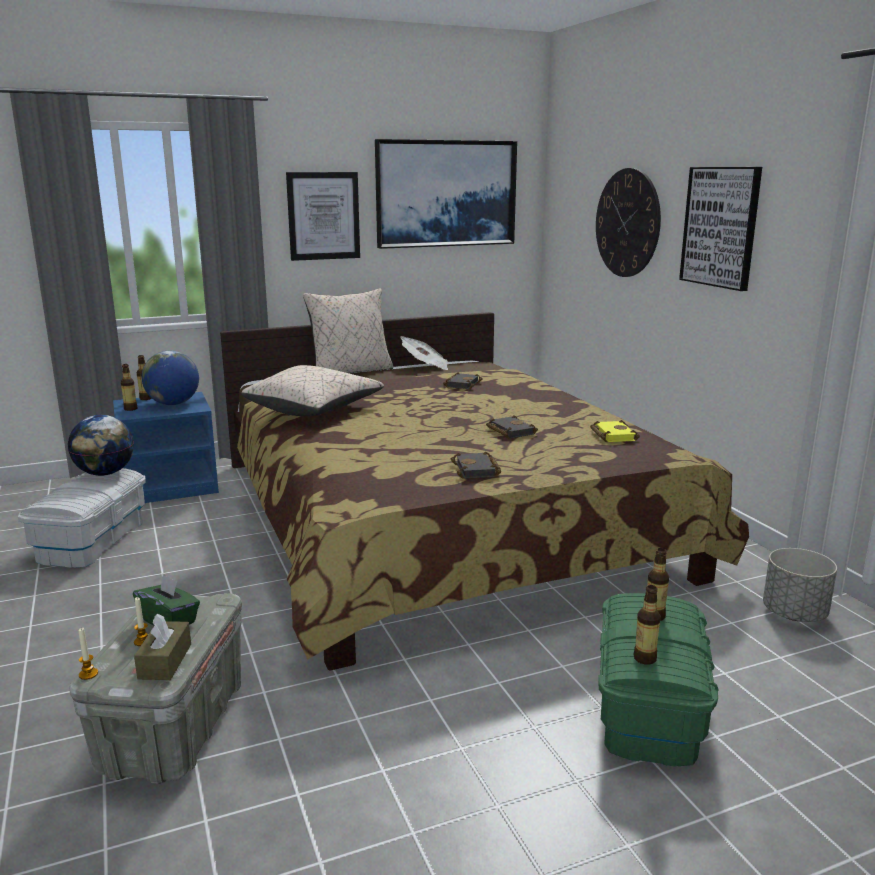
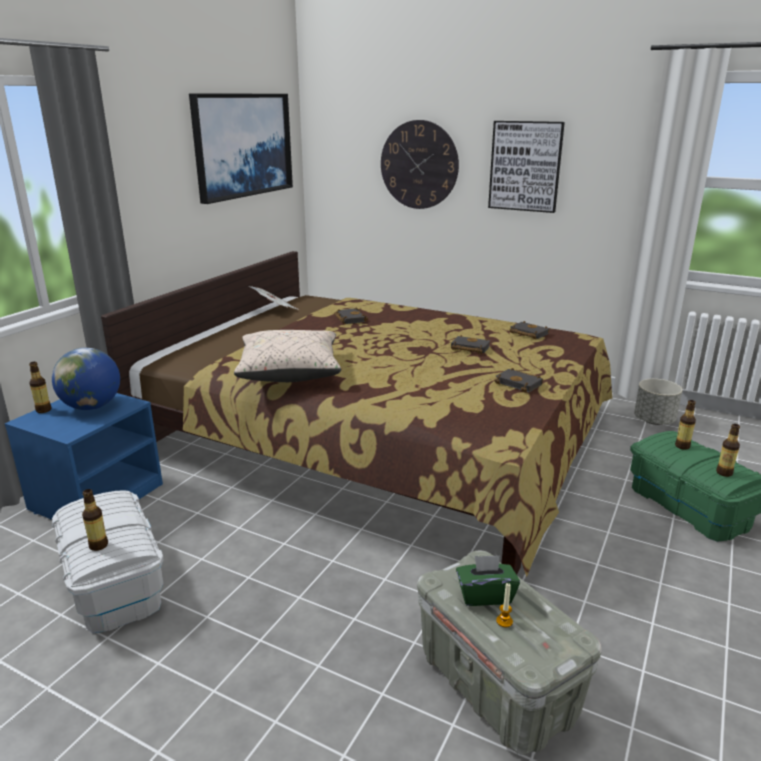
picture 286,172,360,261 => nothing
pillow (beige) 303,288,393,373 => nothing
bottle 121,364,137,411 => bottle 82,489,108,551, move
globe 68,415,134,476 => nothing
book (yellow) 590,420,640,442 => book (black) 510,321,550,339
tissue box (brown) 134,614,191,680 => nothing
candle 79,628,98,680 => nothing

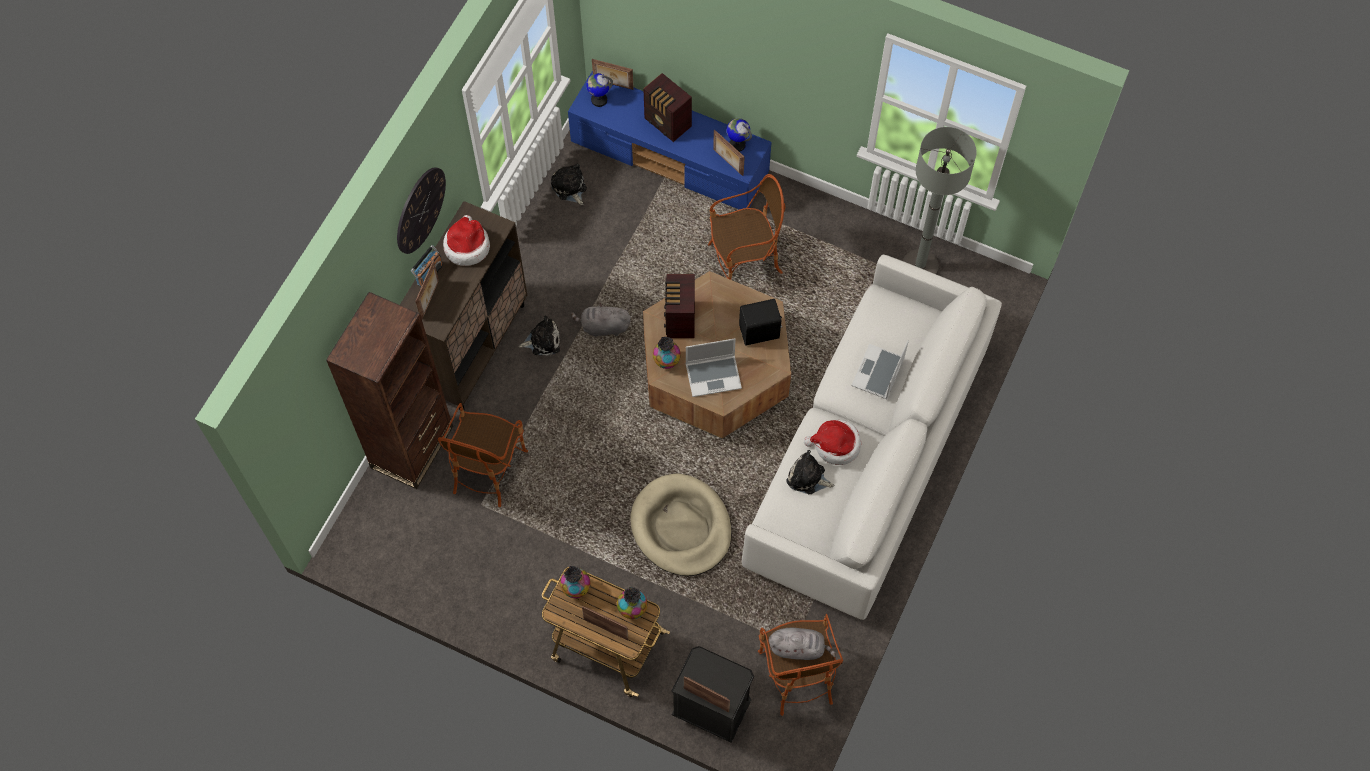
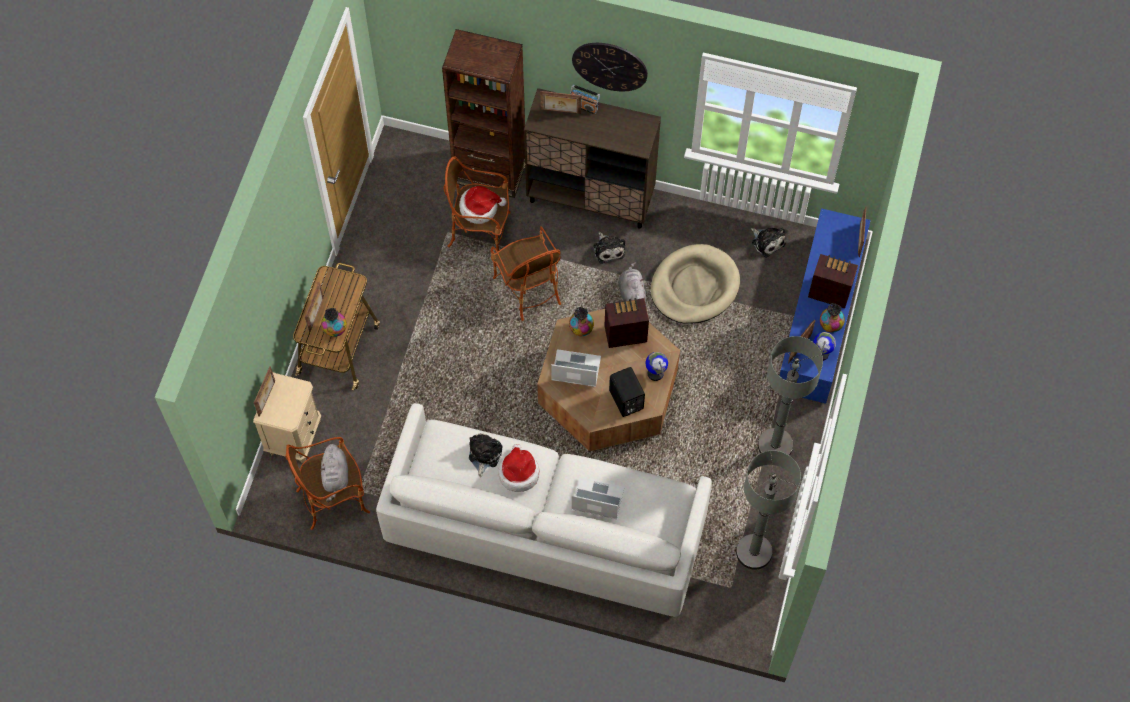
globe 586,73,613,107 => globe 646,352,668,381, move
radio 643,73,692,142 => radio 808,254,858,309, 75 degrees clockwise
plush toy 551,164,587,205 => plush toy 751,227,786,258, 90 degrees clockwise
armchair 708,174,785,280 => armchair 490,226,561,321, move
hat 443,215,490,266 => hat 459,186,507,224, move
laptop 686,338,742,397 => laptop 551,349,601,387, 120 degrees clockwise
dog bed (beige) 630,474,732,576 => dog bed (beige) 651,244,740,324, move
vase 560,566,591,598 => vase 820,303,845,333, move
nightstand (black) 671,646,754,743 => nightstand (beige) 253,373,321,463
nothing => floor lamp (grey) 758,336,823,456

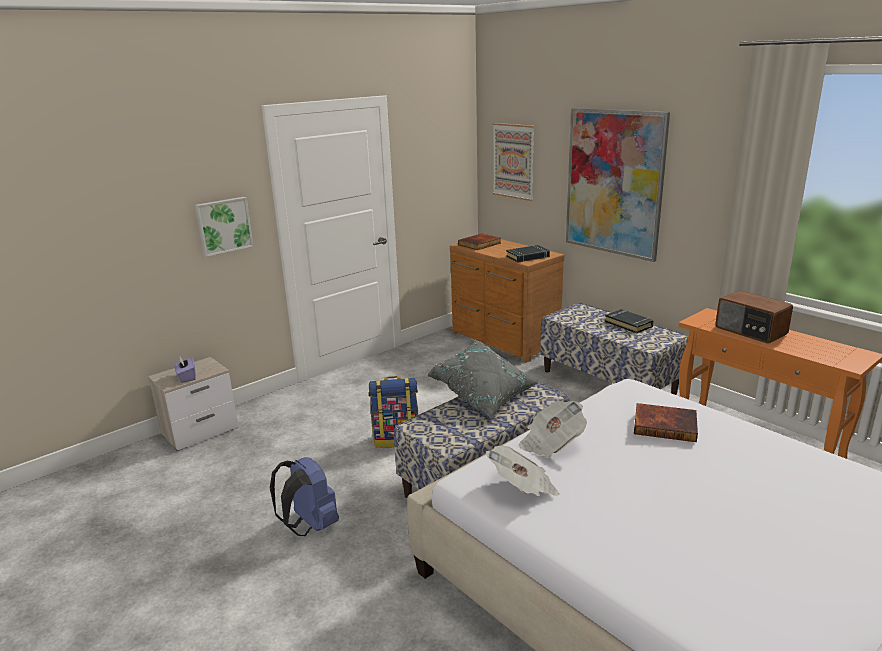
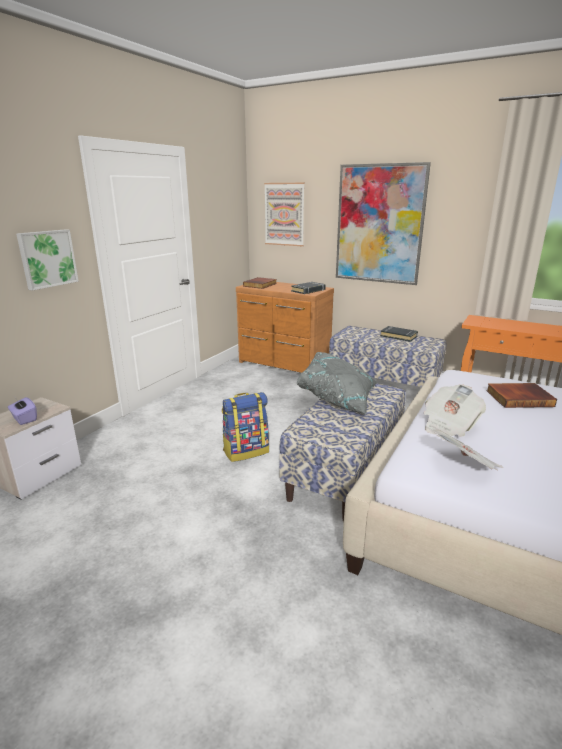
radio 715,290,793,343 => nothing
backpack (blue) 270,457,339,536 => nothing

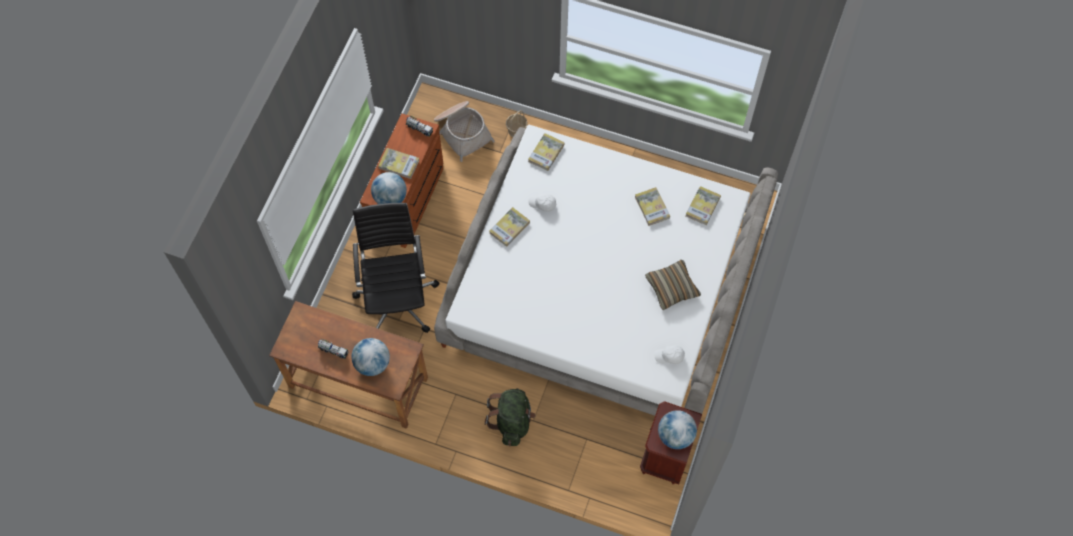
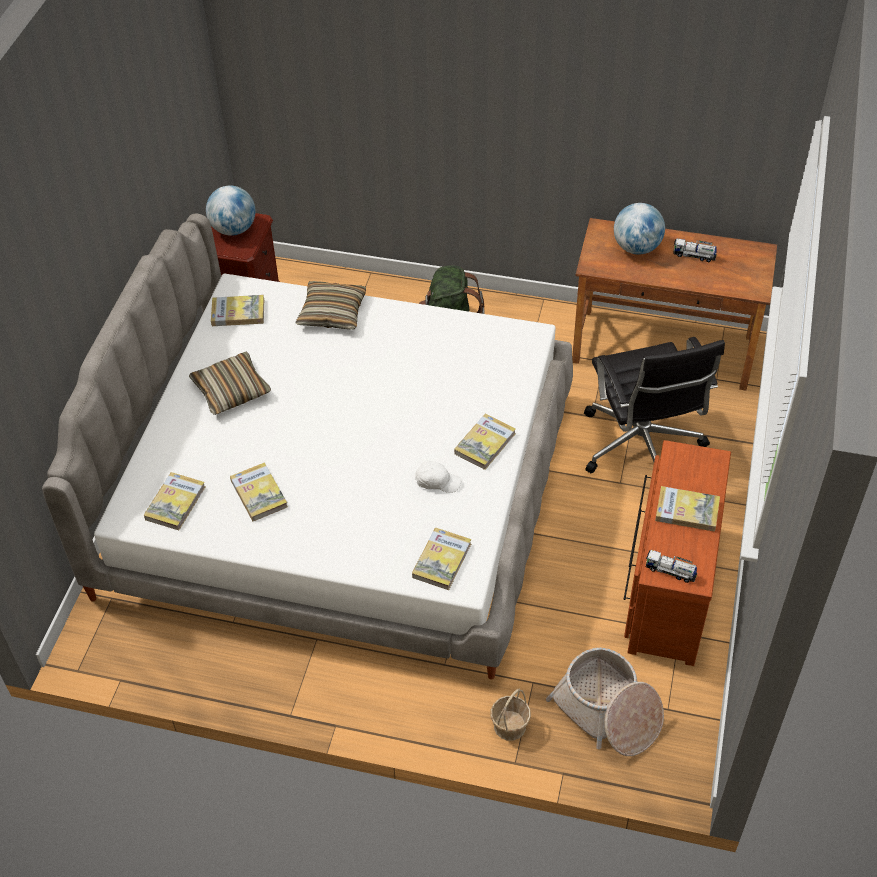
globe 371,172,407,204 => nothing
cap (white) 654,345,685,364 => book 211,295,264,326
nothing => pillow 296,281,366,330

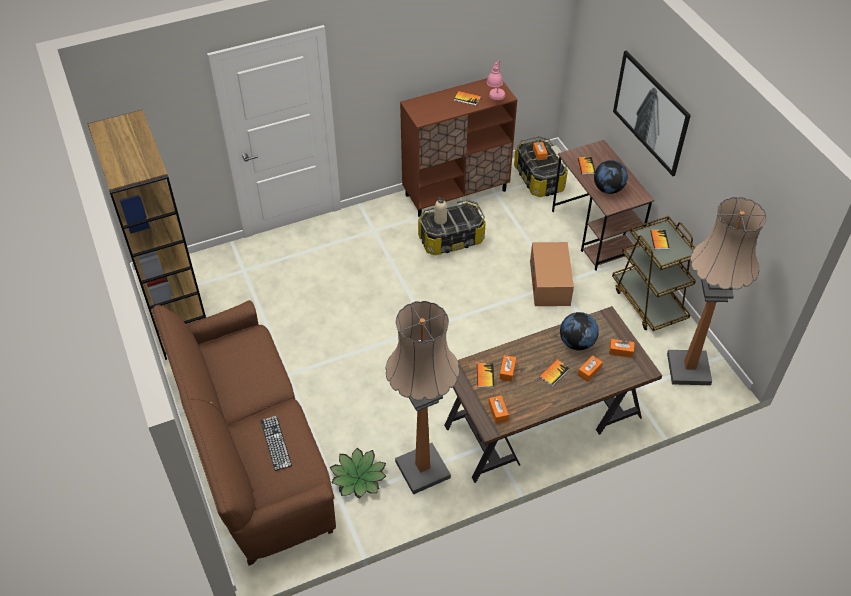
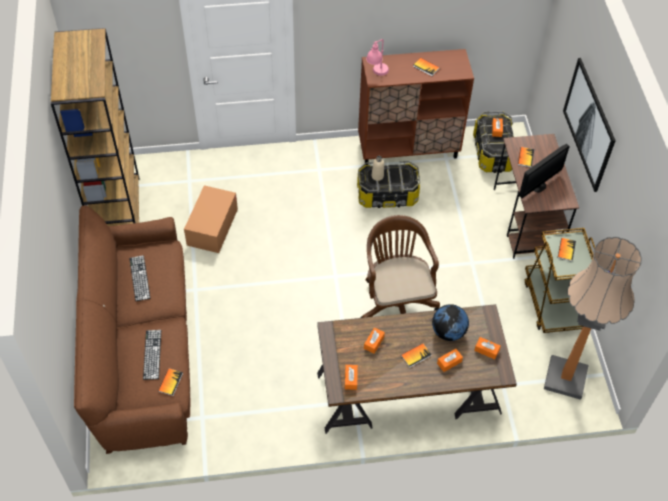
table lamp (pink) 487,60,506,100 => table lamp (pink) 366,39,389,76, move
globe 594,160,628,194 => monitor 519,144,569,198
cardboard box 530,242,574,306 => cardboard box 184,185,238,253, move
floor lamp 385,301,460,495 => nothing
book 477,363,494,388 => book 158,368,183,396, move
potted plant 330,448,386,499 => nothing
nothing => office chair (brown) 360,215,440,318
nothing => keyboard 129,255,150,301

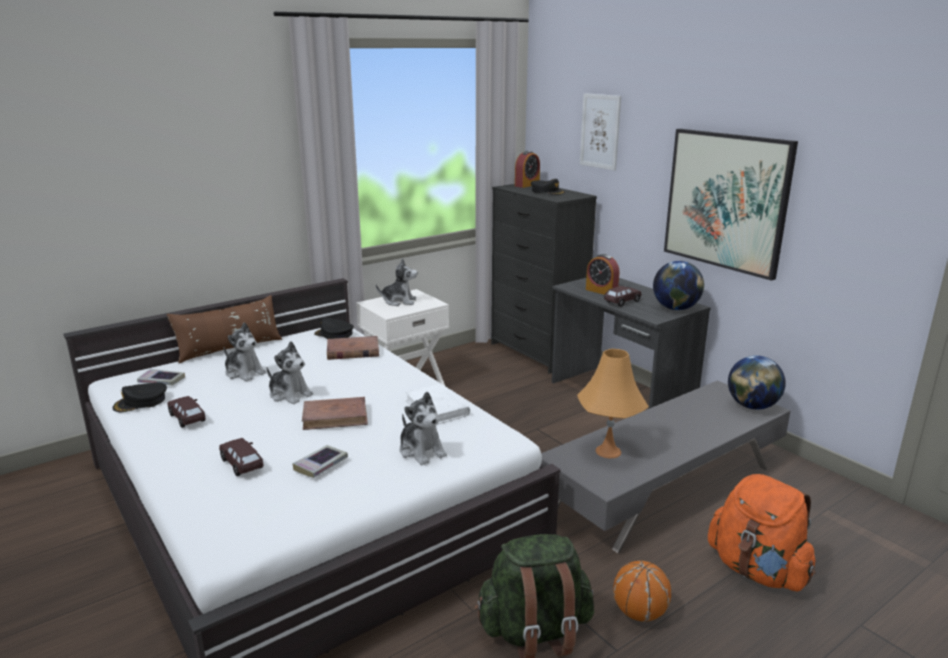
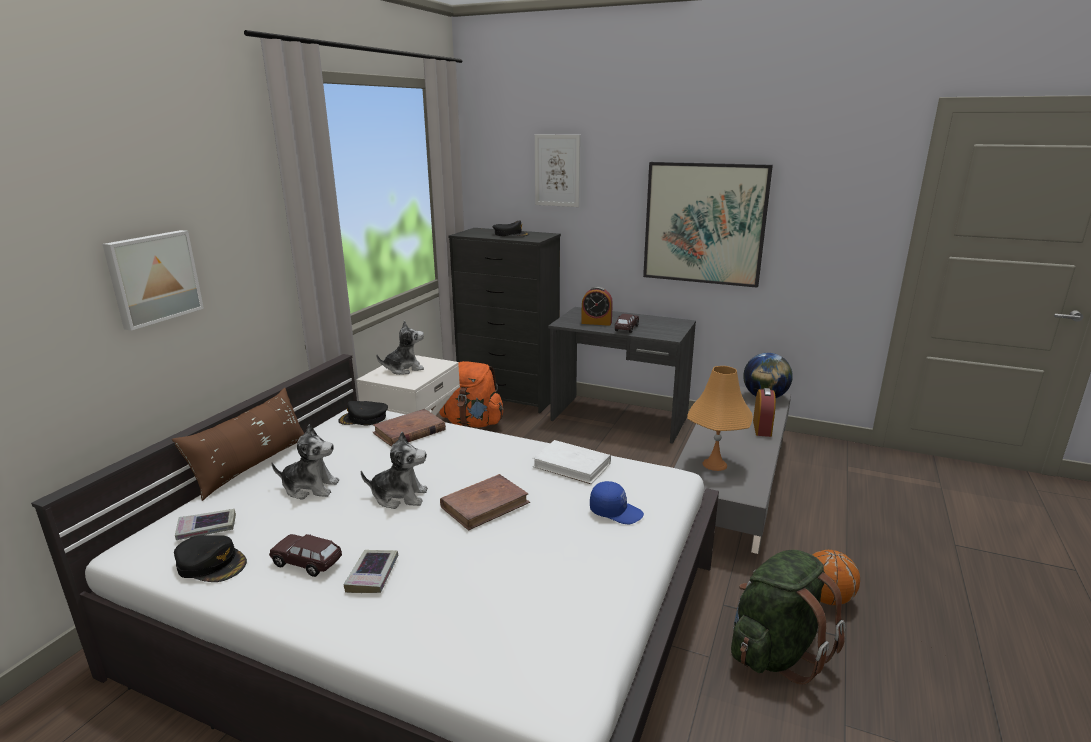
alarm clock 515,151,540,188 => alarm clock 753,388,776,437, move
globe 653,261,704,310 => nothing
cap (black) 113,382,167,412 => cap (black) 174,535,247,582, 90 degrees counterclockwise
plush toy 400,392,447,465 => cap (blue) 590,481,644,524
toy car (brown) 219,438,263,476 => nothing
book 292,445,348,478 => book 343,550,399,593, move
backpack (orange) 708,474,816,591 => backpack (orange) 439,361,504,427, move
nothing => picture 102,230,204,331

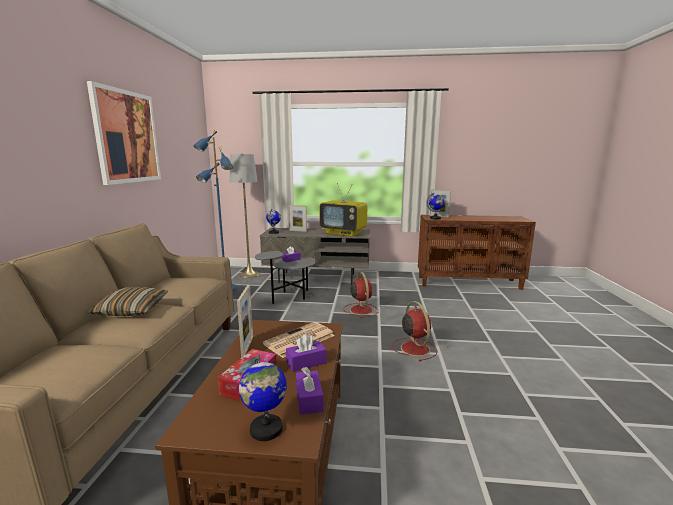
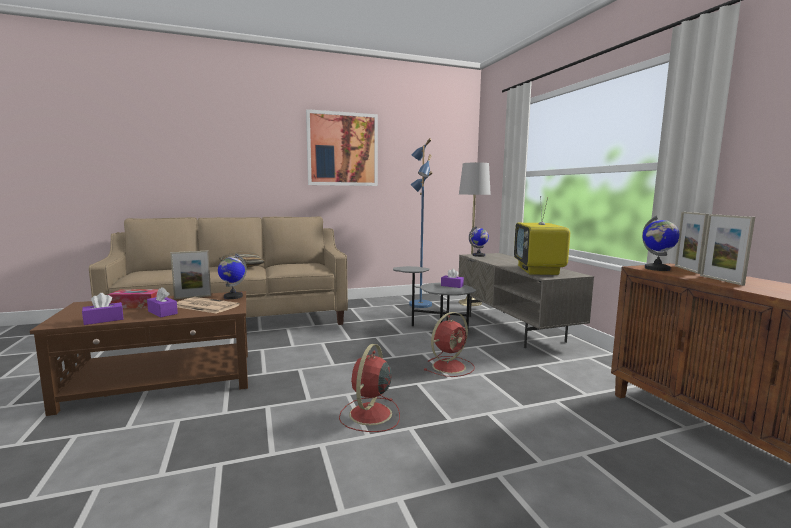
picture frame 288,205,307,232 => picture frame 700,214,755,285, move
fan (red) 392,301,438,361 => fan (red) 339,344,400,432, 150 degrees clockwise
globe 239,355,287,441 => globe 218,254,247,299, move

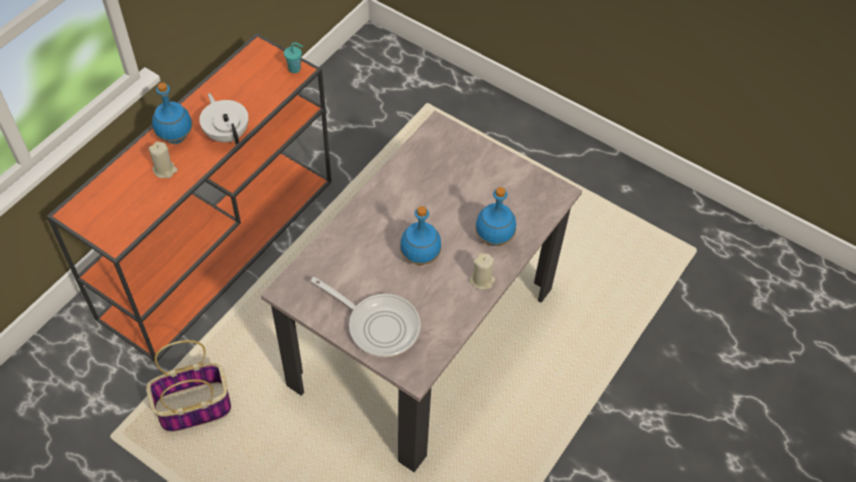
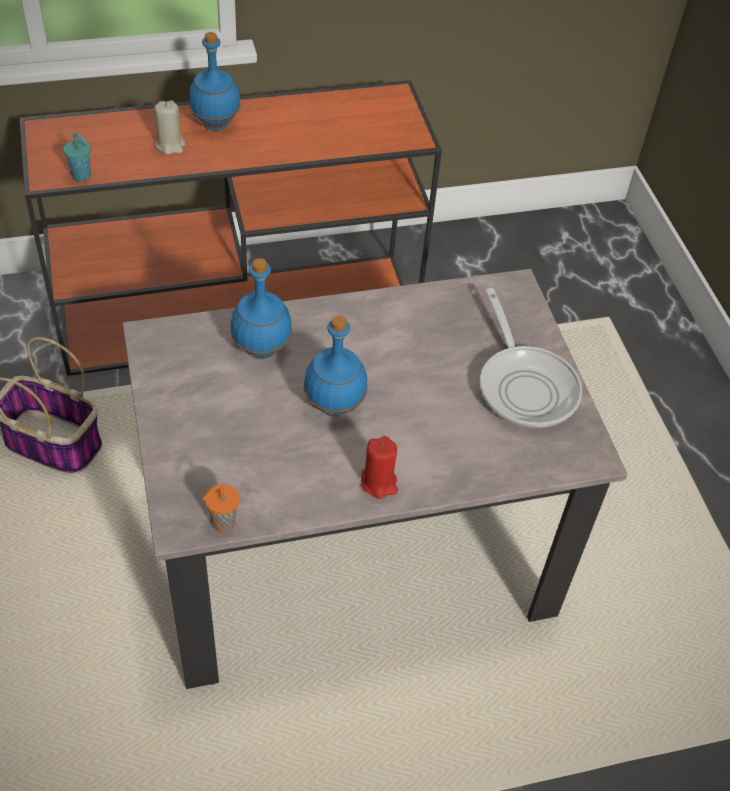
cup (turquoise) 284,42,303,73 => cup (turquoise) 63,133,91,181, move
teapot (white) 199,93,249,144 => nothing
bottle (blue) 475,187,516,246 => bottle (blue) 230,258,292,359, move
candle (beige) 469,253,495,290 => candle (red) 361,436,398,499
frying pan 311,277,421,357 => frying pan 480,288,582,428, move
nothing => cup (orange) 202,484,239,532

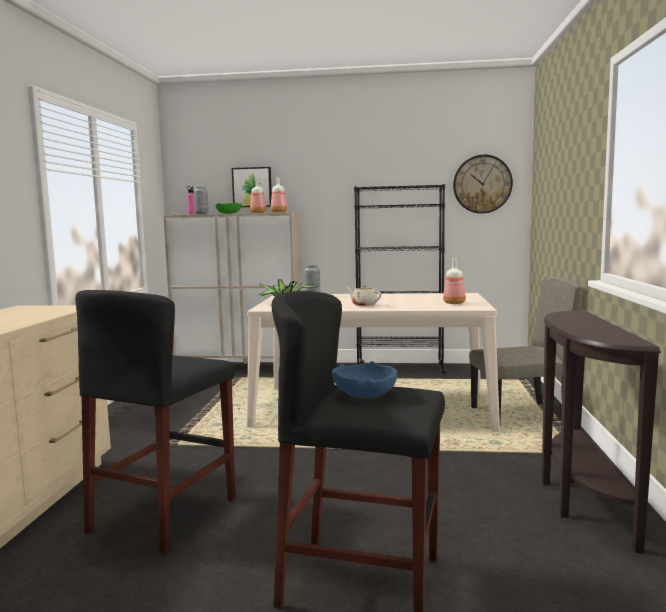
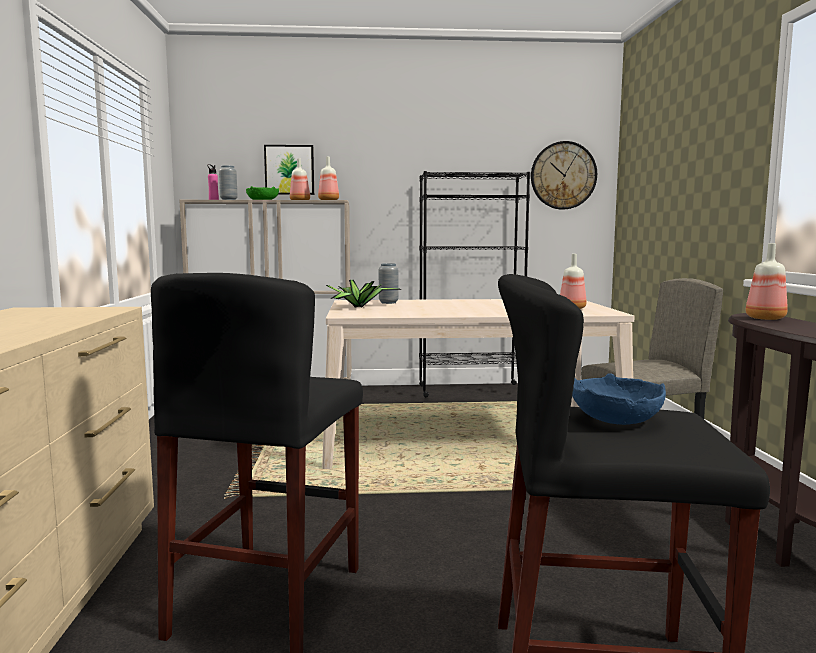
teapot (beige) 347,284,382,306 => nothing
nothing => bottle 746,243,788,320

